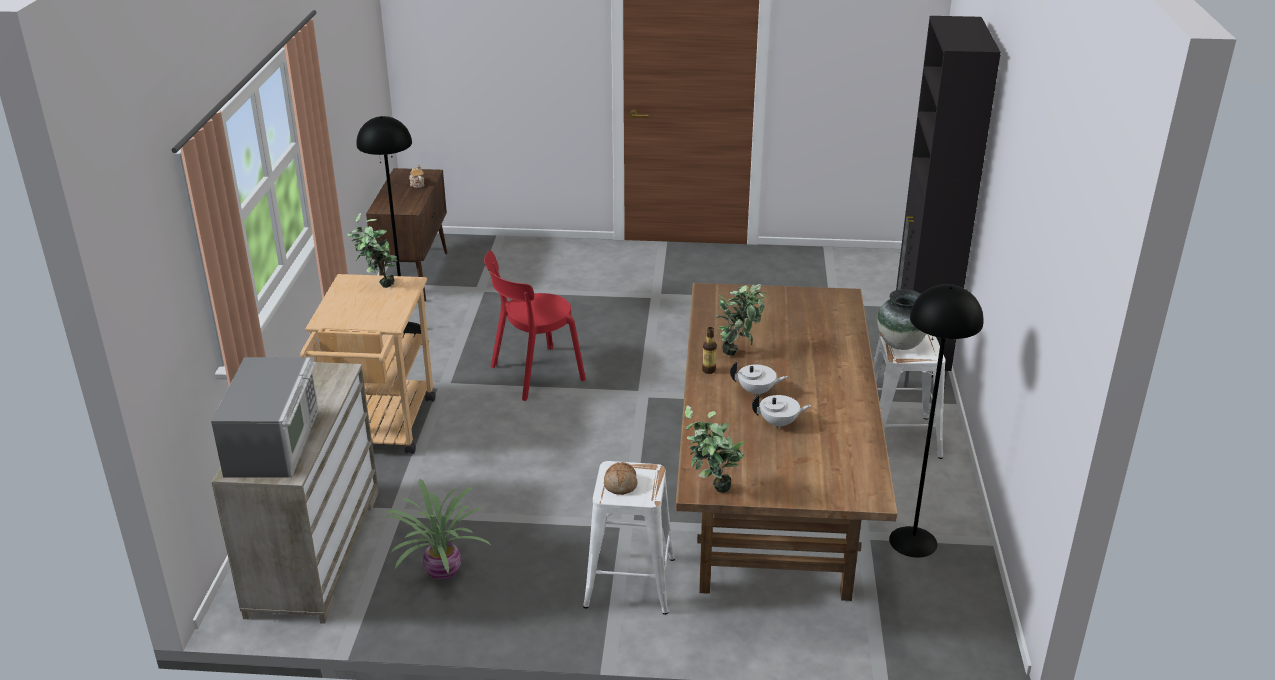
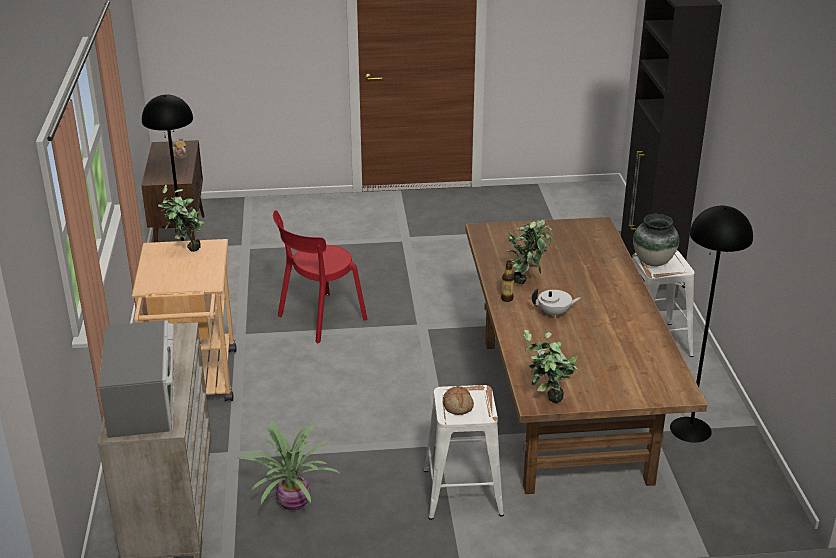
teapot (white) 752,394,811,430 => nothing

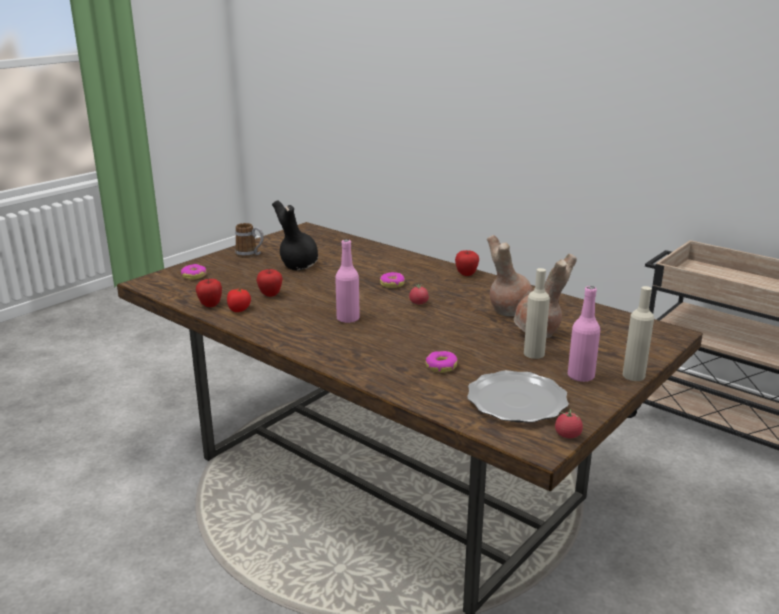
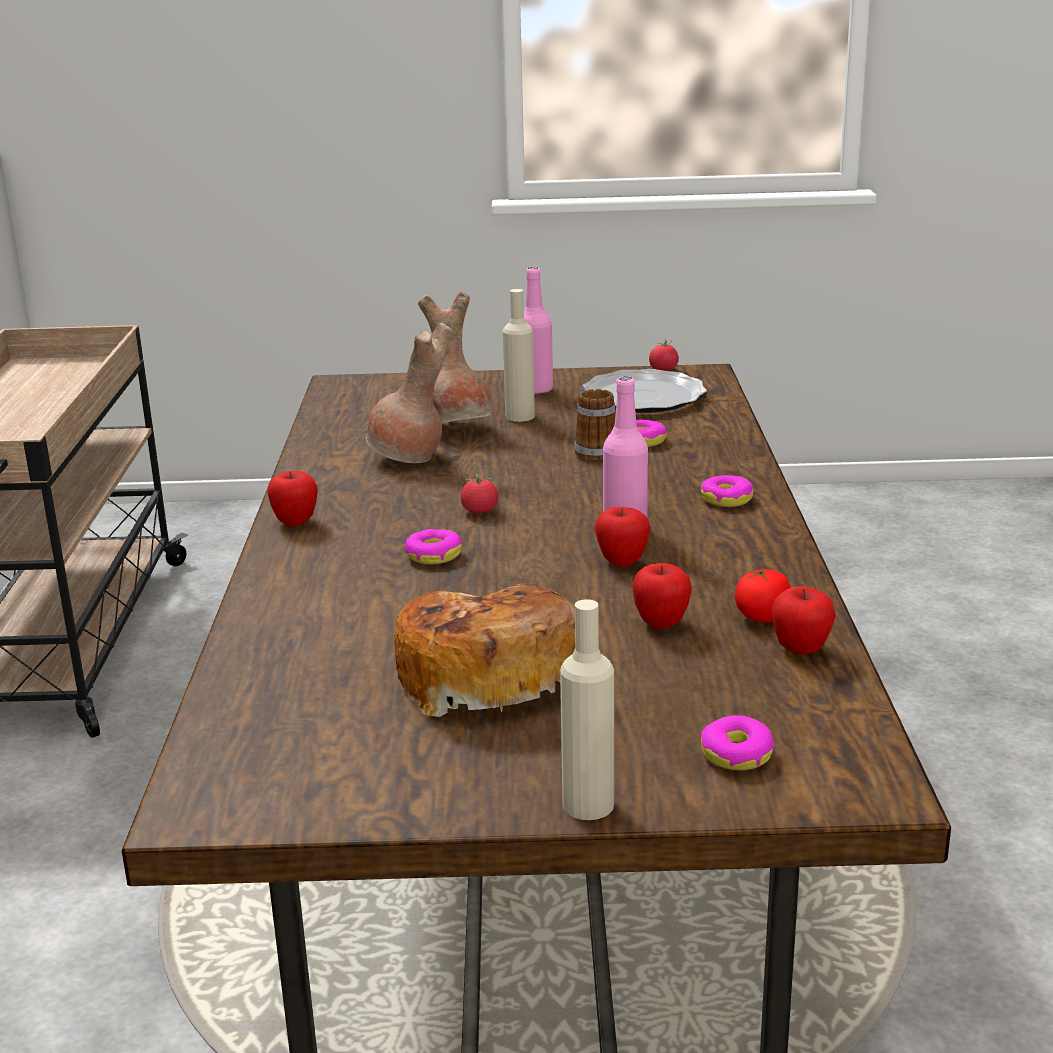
vase (black) 272,200,318,270 => bread 394,583,575,717
mug 235,223,264,258 => mug 574,385,615,461, move
bottle (beige) 623,286,654,381 => bottle (beige) 560,599,614,820, move
nothing => donut 701,475,753,507
nothing => apple 594,507,651,567

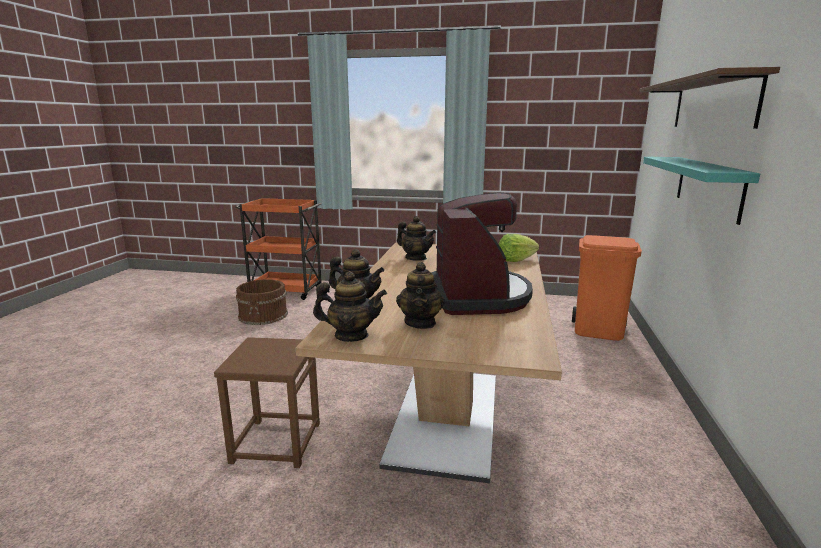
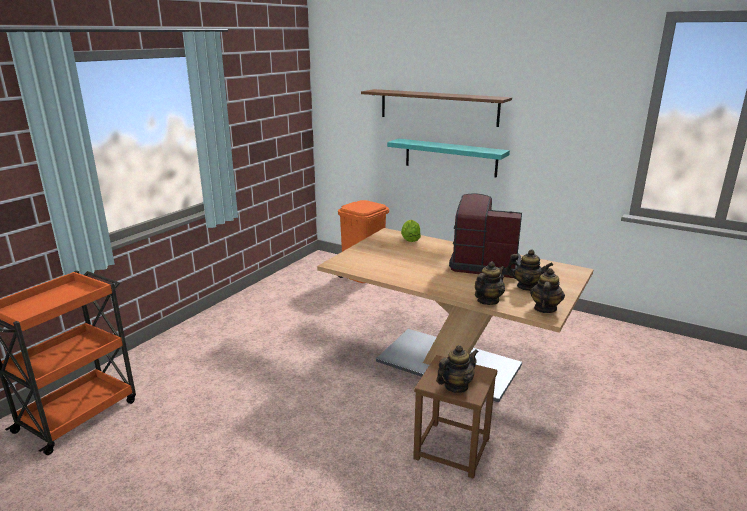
teapot 397,216,436,261 => teapot 436,345,478,393, move
bucket (brown) 236,279,288,325 => nothing

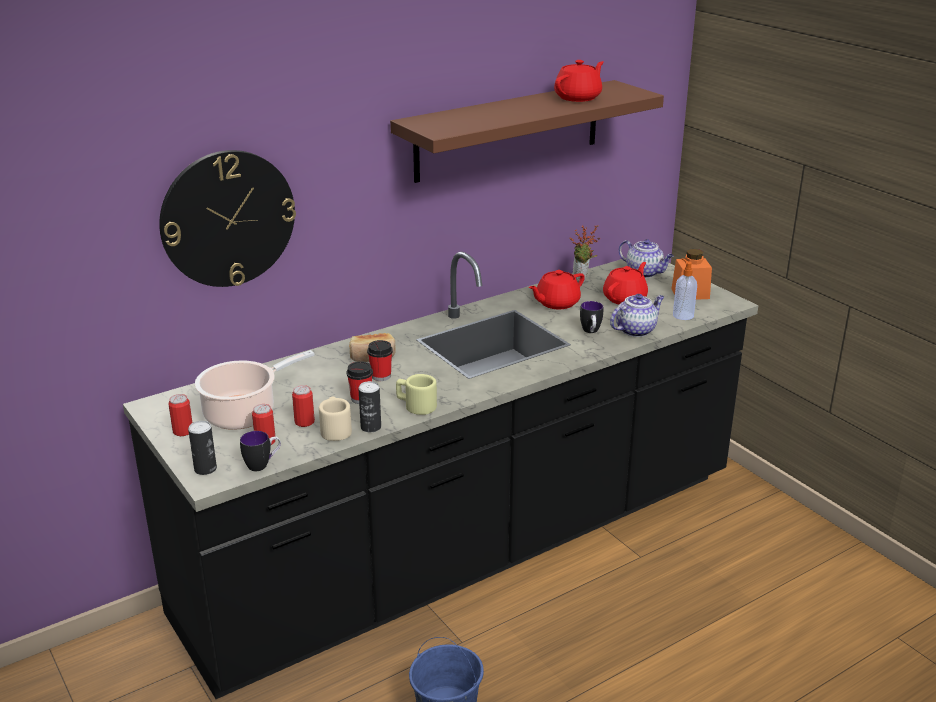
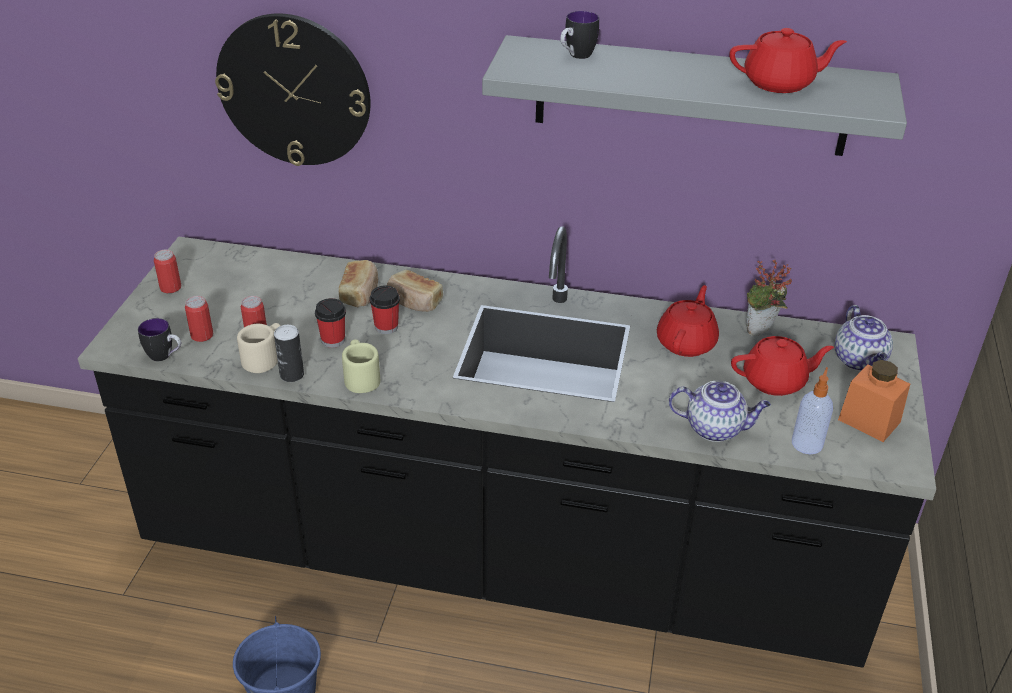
shelf (brown) 390,80,664,183 => shelf (grey) 482,35,907,156
teapot (red) 529,270,585,309 => teapot (red) 657,285,719,357, 105 degrees clockwise
mug 580,301,603,333 => mug 560,11,599,59, move
cooking pot 195,350,315,430 => nothing
can 188,421,217,475 => nothing
nothing => bread 339,260,378,307

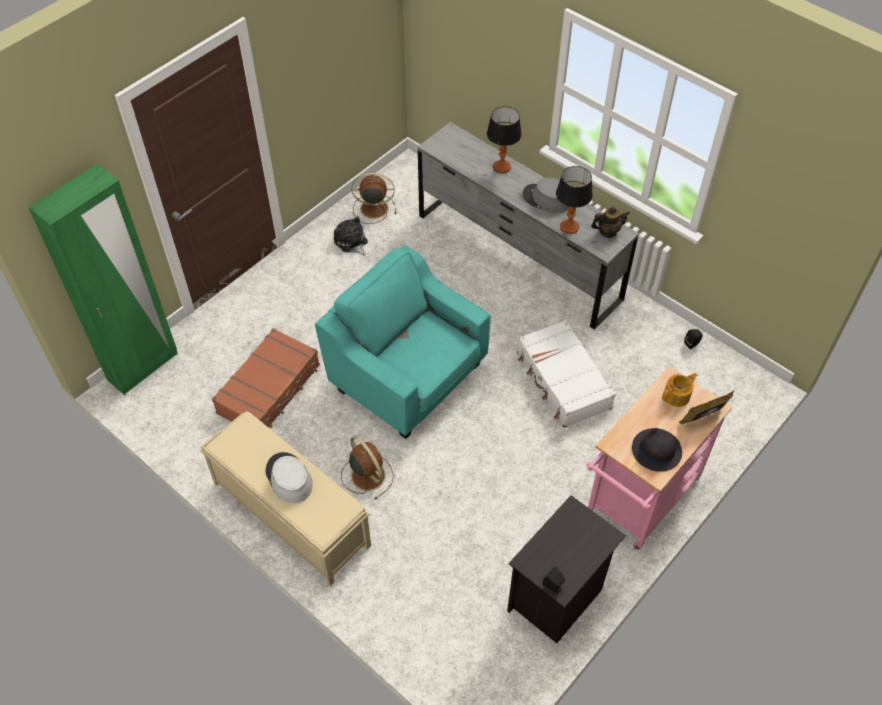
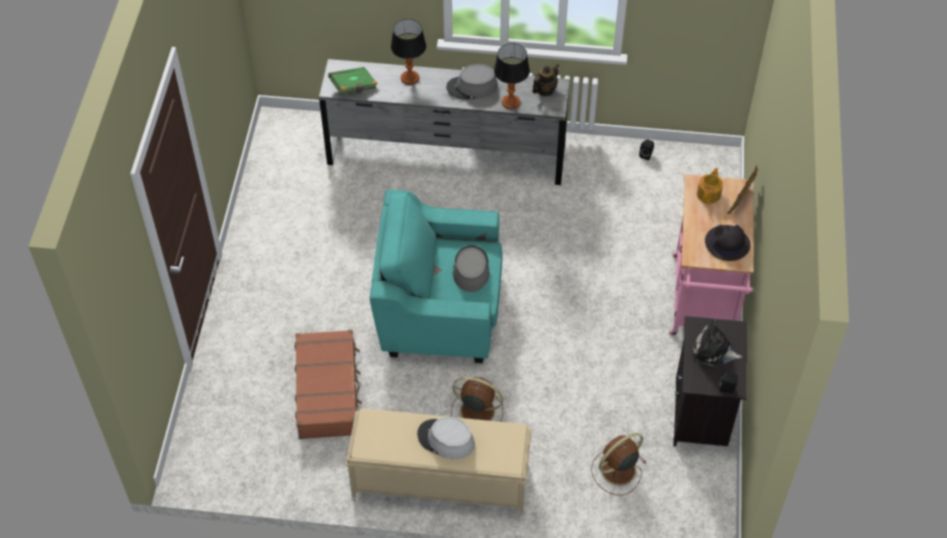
wardrobe (green) 28,164,178,395 => nothing
fan (brown) 352,173,396,224 => fan (brown) 591,433,646,495, move
plush toy 334,216,368,255 => plush toy 692,319,742,367, move
suitcase (white) 517,320,616,428 => nothing
nothing => book (green) 328,67,378,94
nothing => hat (grey) 453,245,490,292

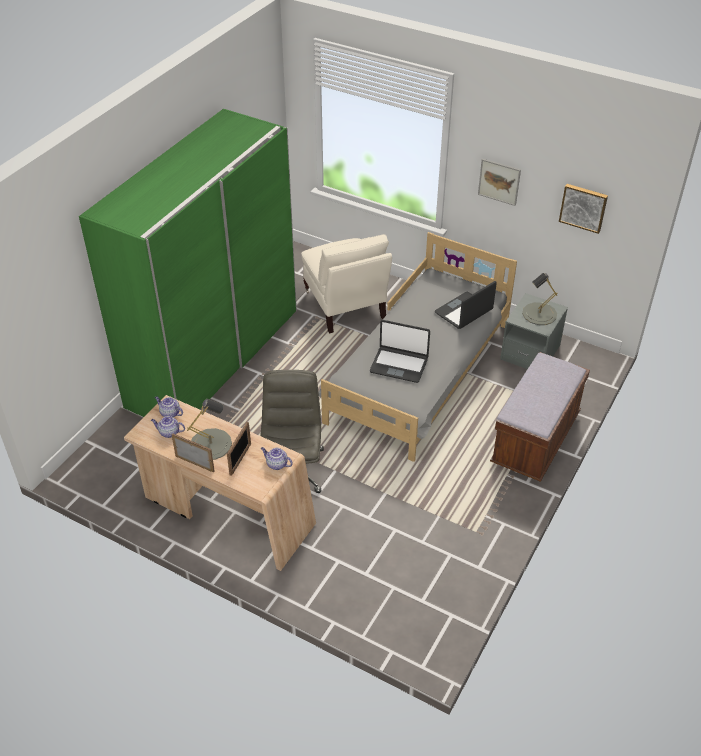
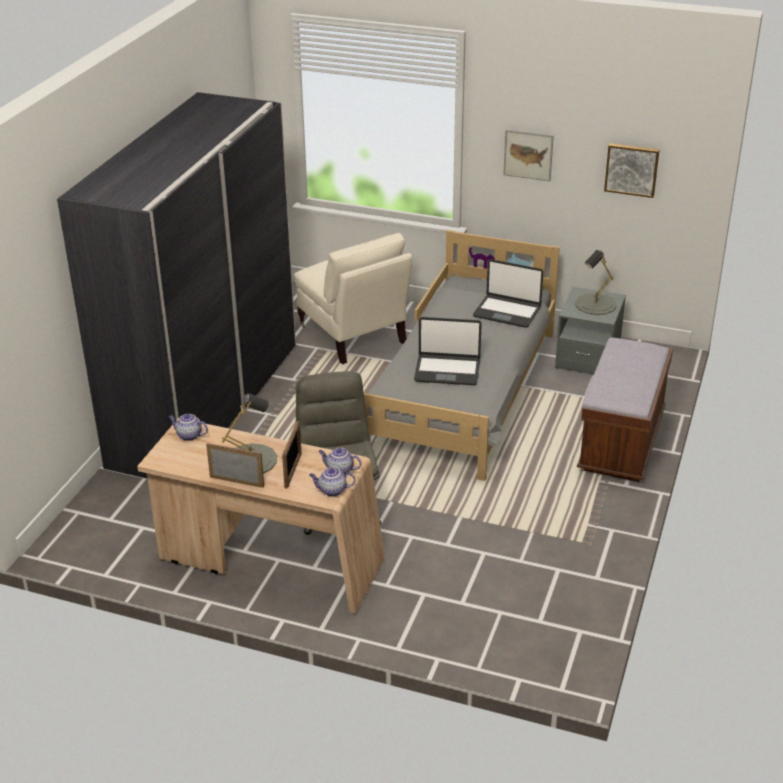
wardrobe (green) 79,109,297,417 => wardrobe (grey) 57,92,296,478
laptop 435,281,497,329 => laptop 473,259,543,328, 105 degrees counterclockwise
teapot 151,416,185,438 => teapot 309,467,355,497, move

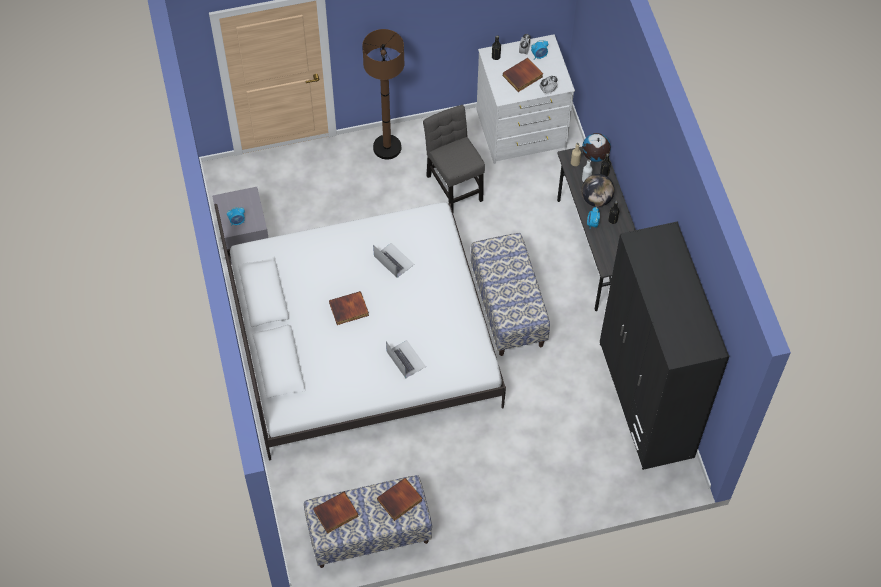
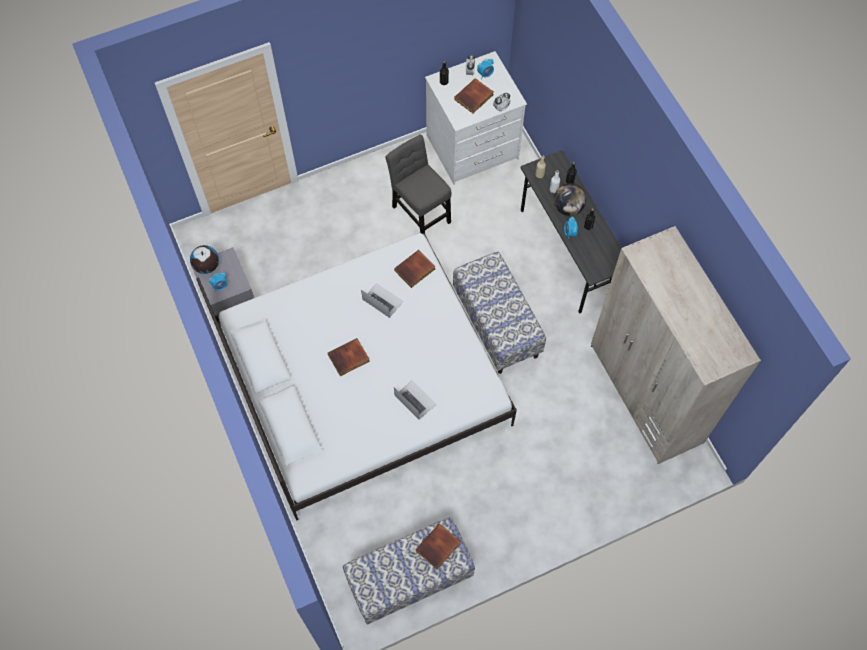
floor lamp (brown) 362,29,405,160 => nothing
globe 582,133,611,162 => globe 190,245,219,274, move
wardrobe (black) 600,221,729,470 => wardrobe (beige) 591,226,761,464
book 313,492,359,534 => book 394,250,435,288, move

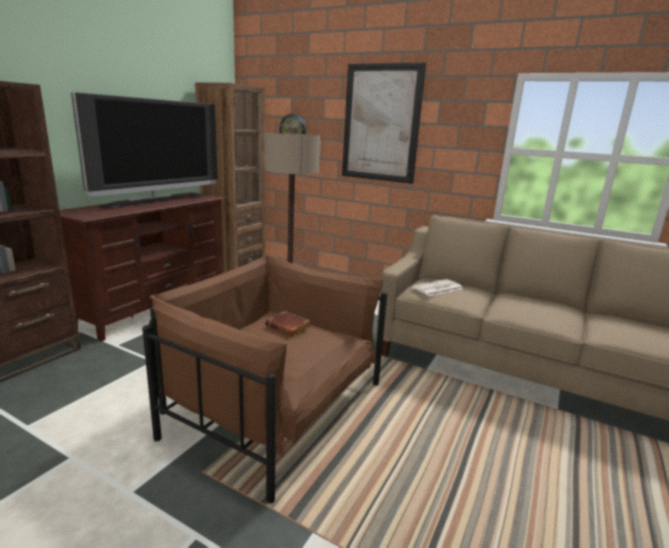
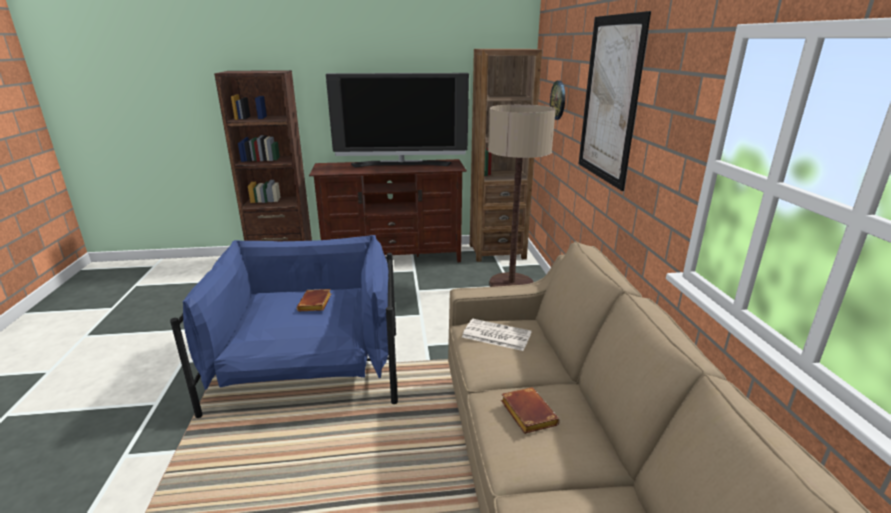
armchair (brown) 142,255,387,504 => armchair (blue) 170,235,398,418
nothing => book (brown) 501,387,560,434

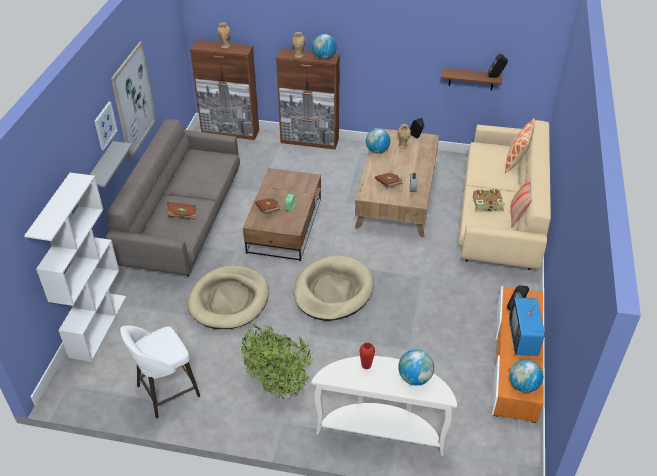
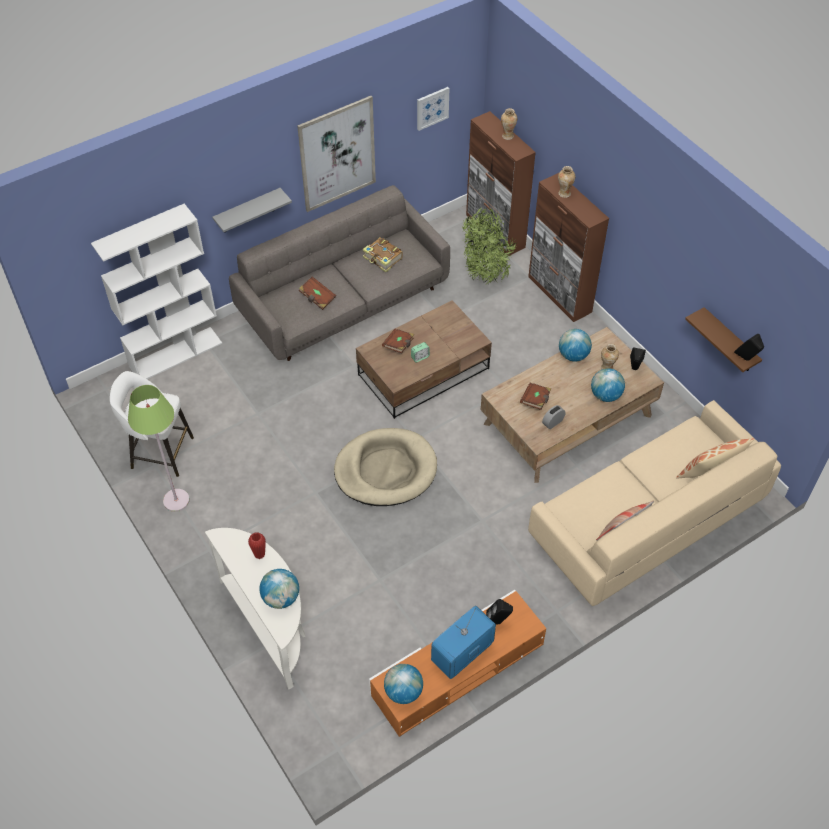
globe 312,34,337,59 => globe 591,368,625,402, move
picture 94,102,118,150 => picture 417,87,449,131, move
book 473,189,505,212 => book 363,237,403,272, move
dog bed (beige) 187,265,269,329 => nothing
potted plant 239,324,315,399 => potted plant 462,208,516,285, move
nothing => floor lamp (green) 128,385,190,512

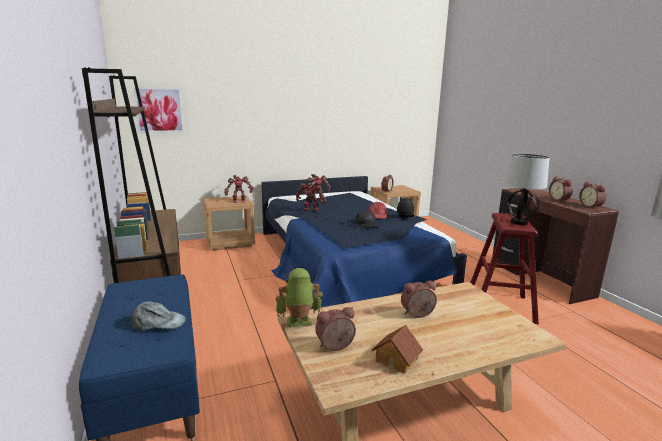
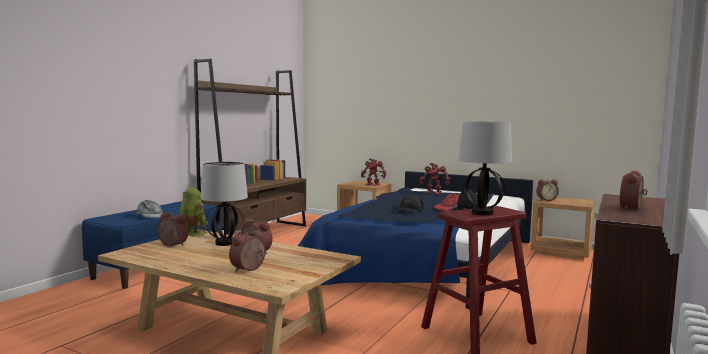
picture 133,87,184,133 => nothing
toy robot 295,181,326,211 => nothing
alarm clock 579,181,606,209 => alarm clock 229,230,266,272, move
toy house 372,325,423,374 => nothing
nothing => table lamp 201,162,248,246

